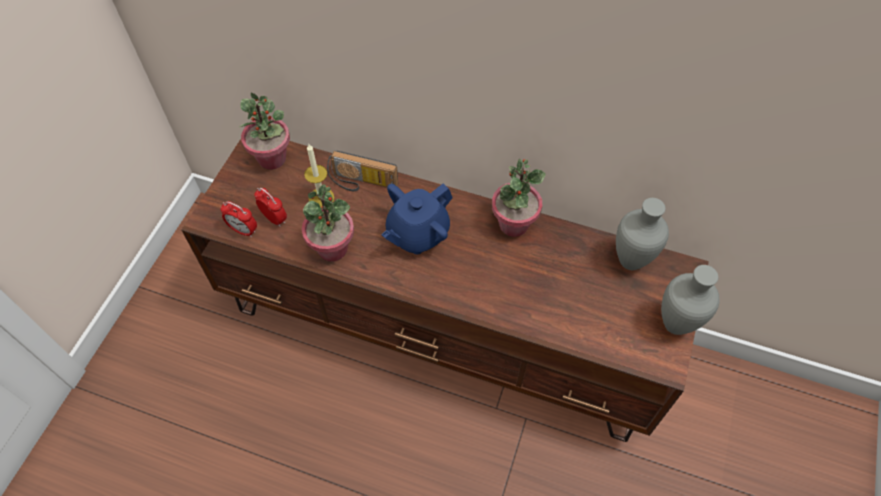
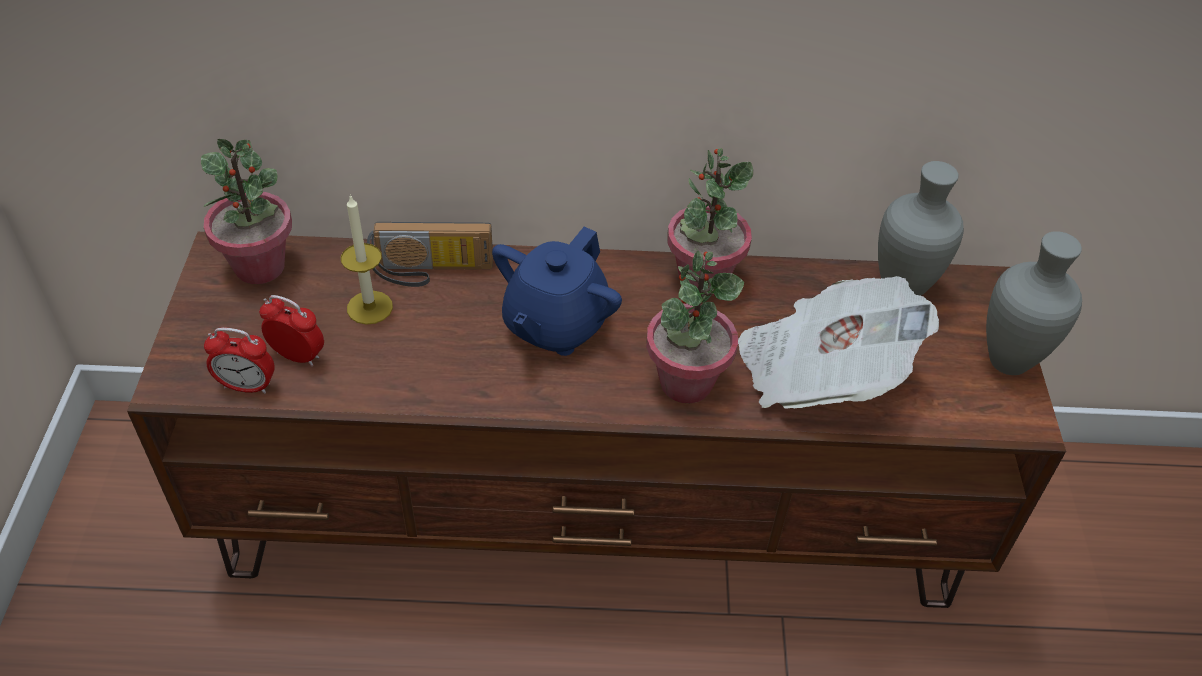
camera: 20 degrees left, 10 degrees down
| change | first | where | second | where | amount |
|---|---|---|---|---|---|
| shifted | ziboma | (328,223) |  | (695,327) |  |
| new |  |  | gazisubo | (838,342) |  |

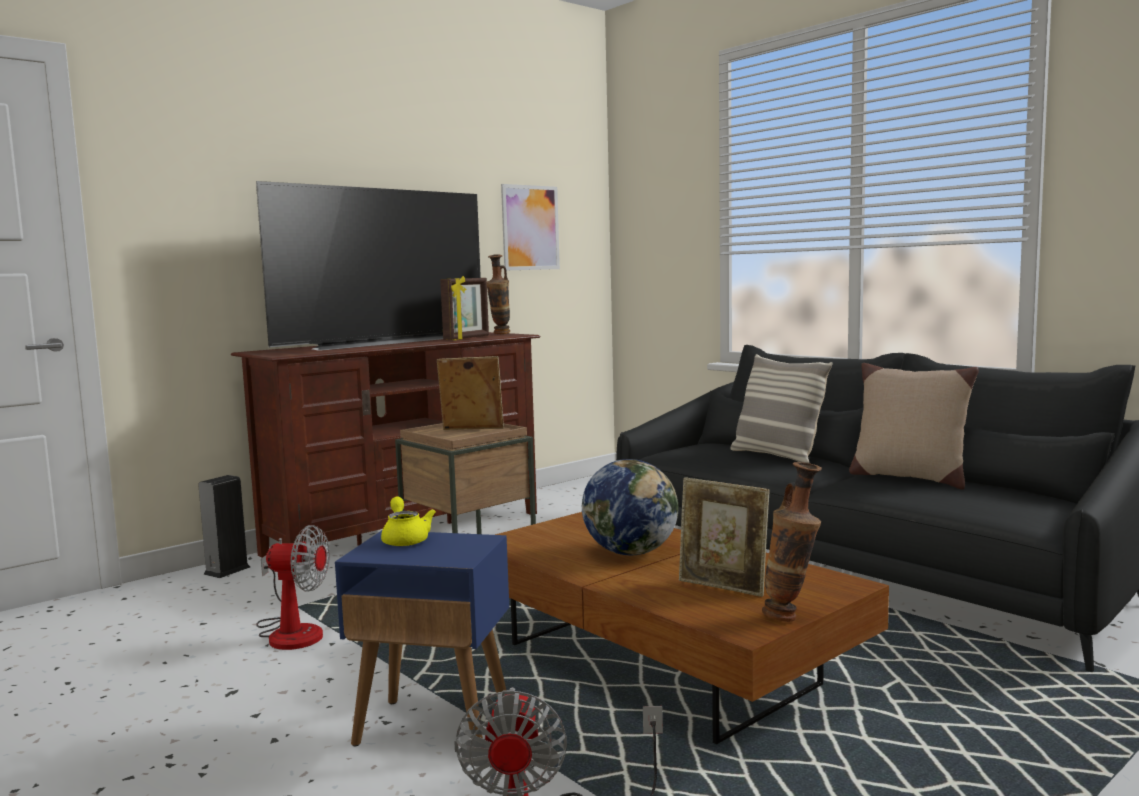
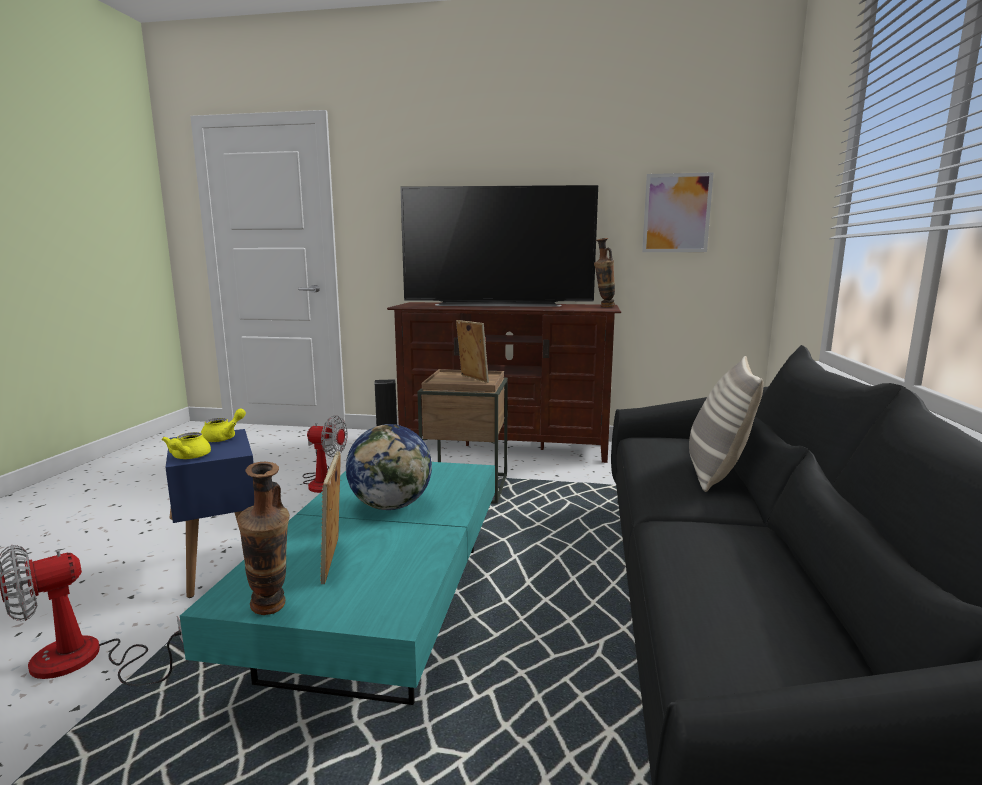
camera: 50 degrees right, 5 degrees up
| change | first | where | second | where | amount |
|---|---|---|---|---|---|
| new |  |  | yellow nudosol | (186,445) |  |
| repainted | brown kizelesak | (692,628) | turquoise kizelesak | (337,583) |  |
| rotated | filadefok | (293,587) |  | (325,454) | 45 degrees counterclockwise |
| gone | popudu | (464,308) |  |  |  |
| gone | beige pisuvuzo | (914,426) |  |  |  |

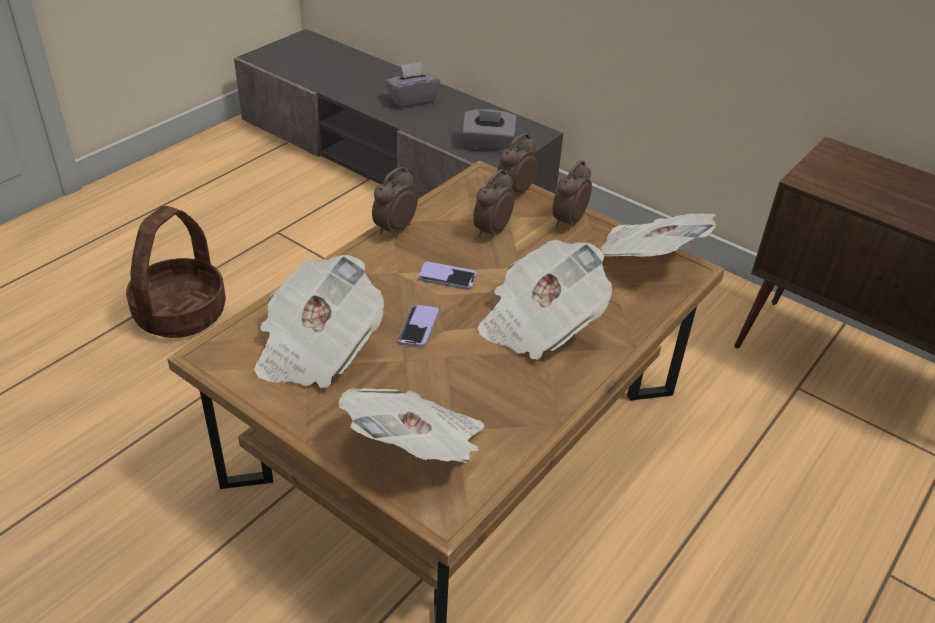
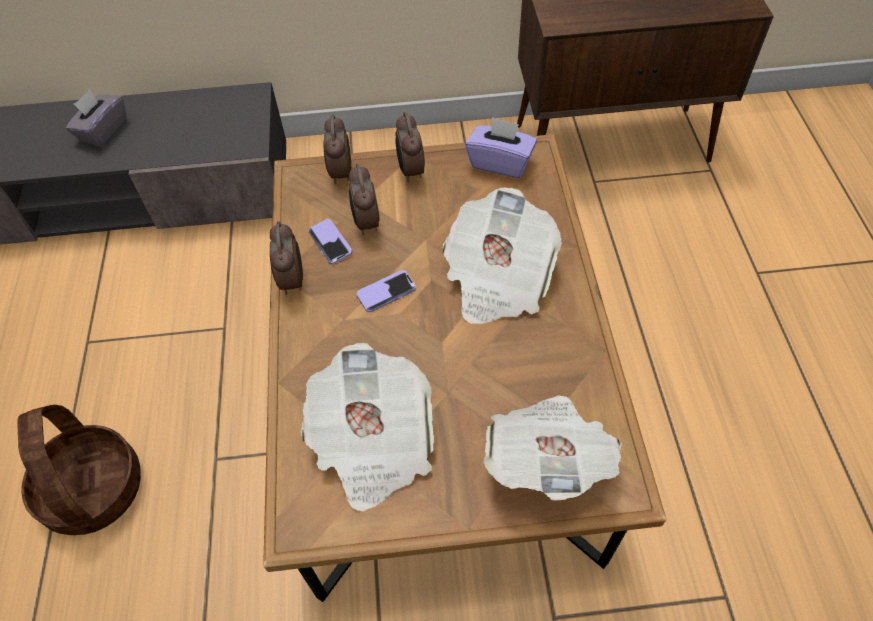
camera: 40 degrees left, 15 degrees up
| change | first | where | second | where | amount |
|---|---|---|---|---|---|
| shifted | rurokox | (418,326) |  | (330,241) |  |
| swapped | gazisubo | (658,235) | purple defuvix | (501,147) |  |
| gone | grey defuvix | (489,130) |  |  |  |

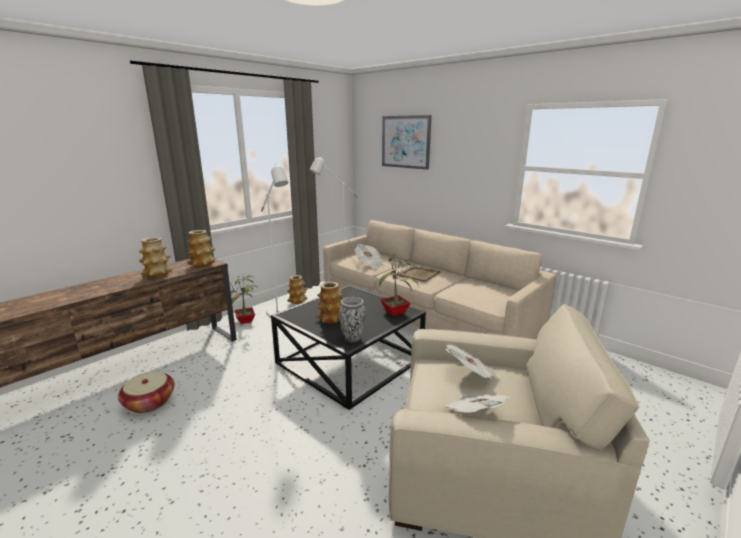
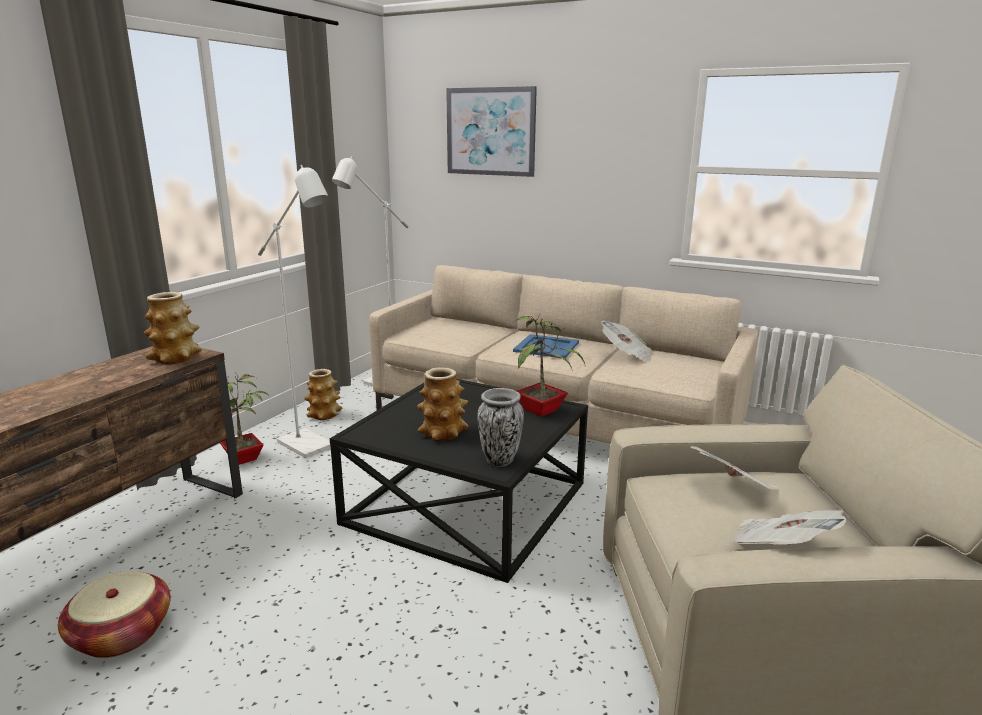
camera: 15 degrees left, 0 degrees up
| change | first | where | second | where | amount |
|---|---|---|---|---|---|
| repainted | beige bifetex | (418,273) | blue bifetex | (546,346) |  |
| shifted | gazisubo | (369,256) |  | (626,341) |  |
| gone | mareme | (155,257) |  |  |  |

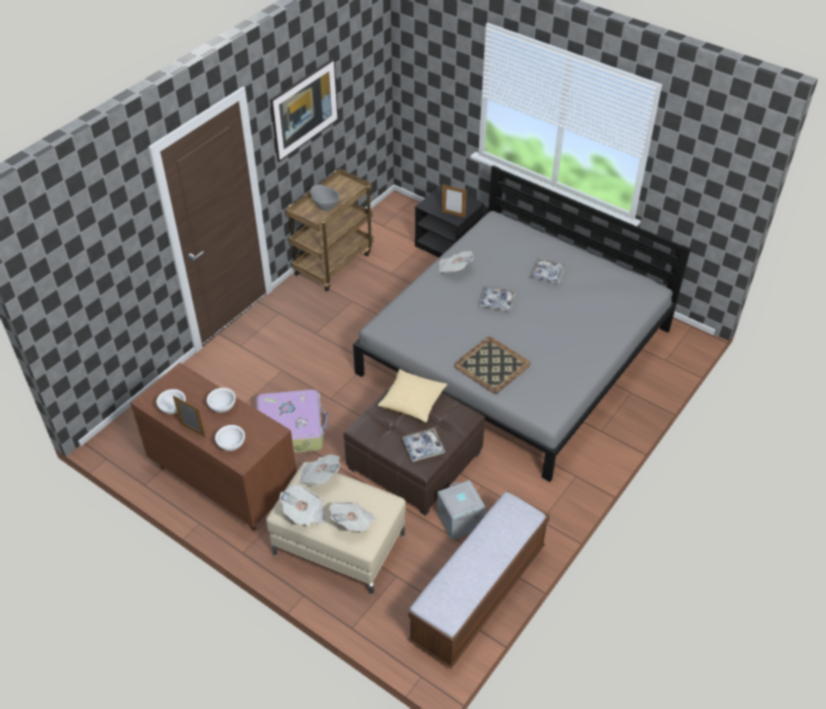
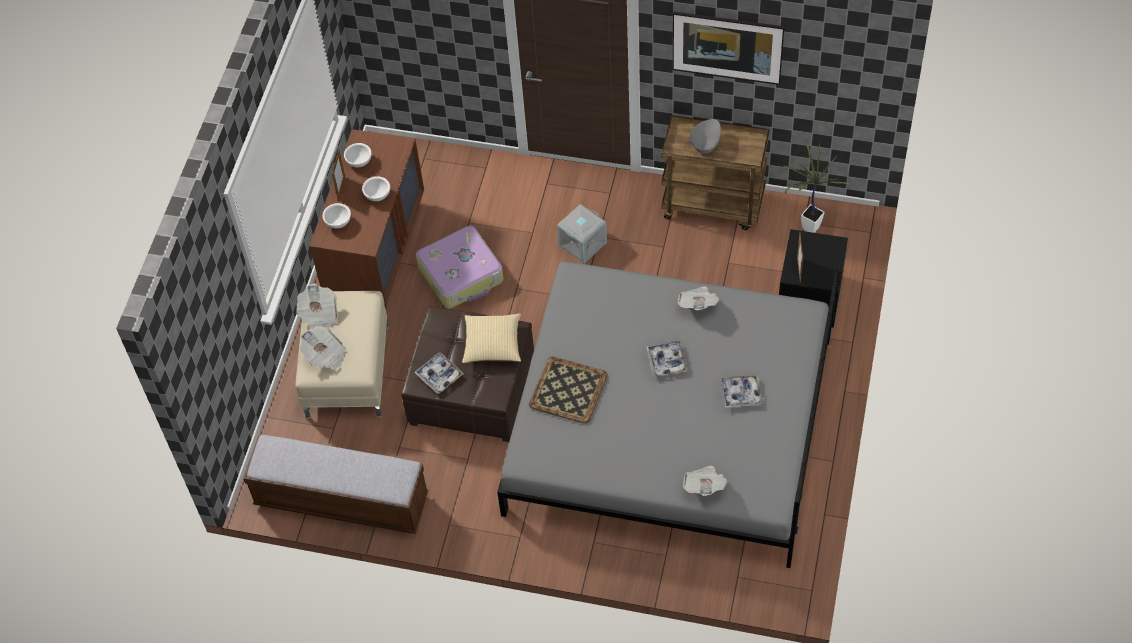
camera: 70 degrees right, 10 degrees up
| change | first | where | second | where | amount |
|---|---|---|---|---|---|
| shifted | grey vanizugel | (461,510) |  | (582,234) |  |
| shifted | gazisubo | (319,469) |  | (705,481) |  |
| new |  |  | ziboma | (817,186) |  |

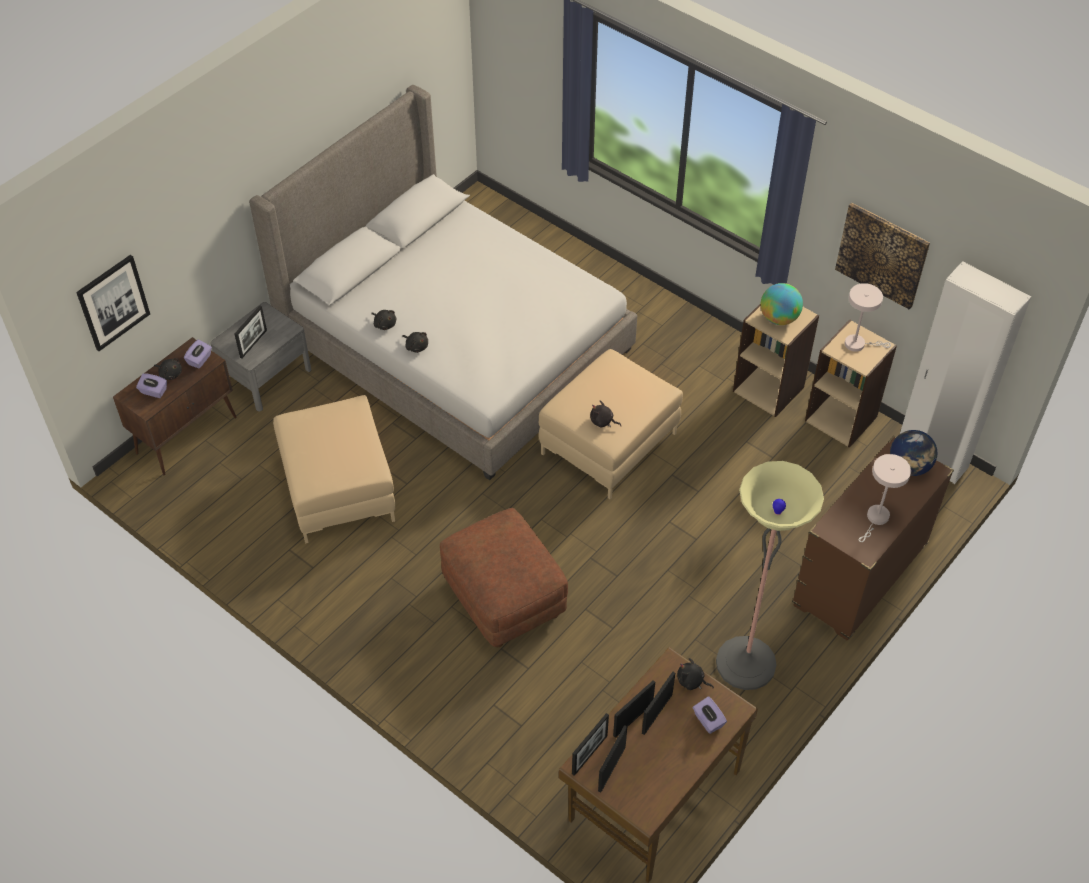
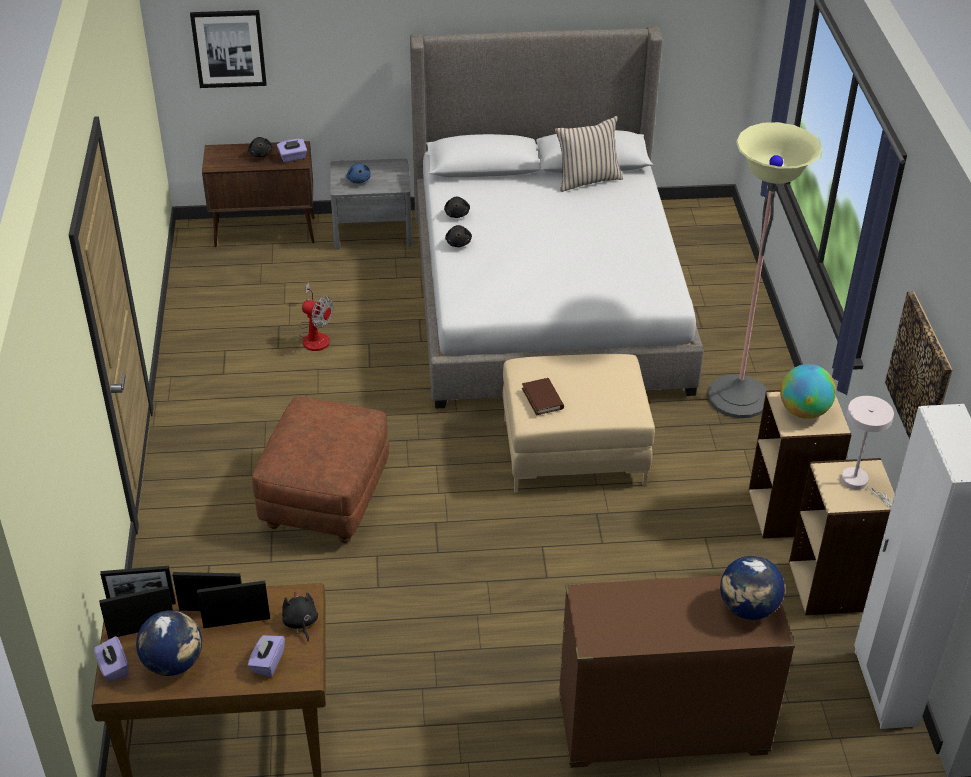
camera: 45 degrees right, 10 degrees down
| change | first | where | second | where | amount |
|---|---|---|---|---|---|
| shifted | purple defuvix | (151,385) |  | (111,659) |  |
| new |  |  | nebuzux | (169,643) |  |
| swapped | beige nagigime | (334,469) | filadefok | (316,317) |  |
| swapped | popudu | (250,332) | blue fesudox | (358,173) |  |
| swapped | black fesudox | (605,414) | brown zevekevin | (543,396) |  |
| new |  |  | beige pisuvuzo | (589,154) |  |
| shifted | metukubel | (770,575) |  | (764,270) |  |
| gone | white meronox | (884,498) |  |  |  |

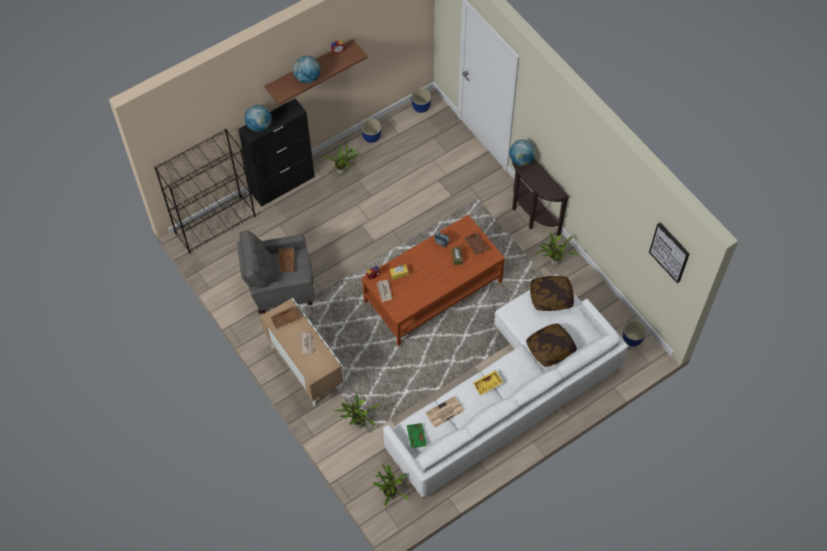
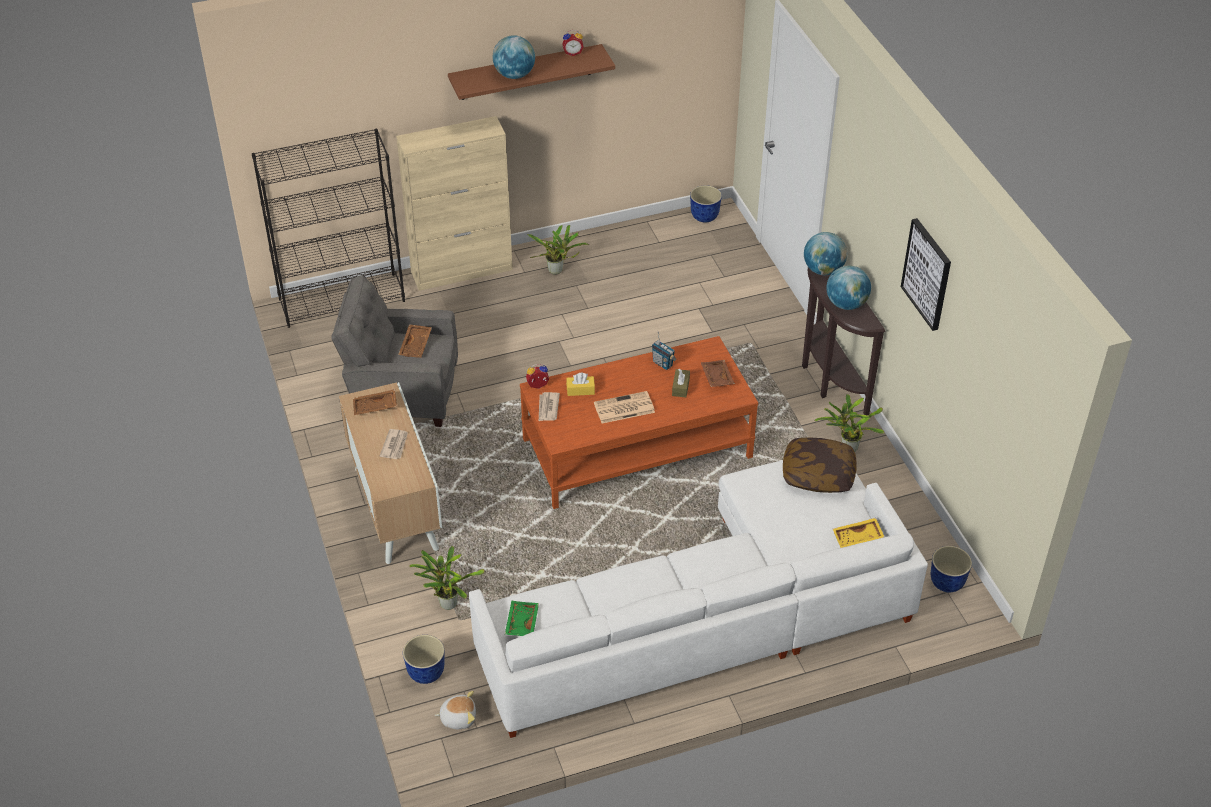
camera: 15 degrees right, 15 degrees down
| change | first | where | second | where | amount |
|---|---|---|---|---|---|
| repainted | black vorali | (276,152) | beige vorali | (454,203) |  |
| shifted | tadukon | (371,131) |  | (423,659) |  |
| swapped | ziboma | (391,485) | fesudox | (455,710) |  |
| shifted | gazisubo | (444,412) |  | (624,407) |  |
| shifted | nebuzux | (258,118) |  | (848,287) |  |
| shifted | yellow bifetex | (488,382) |  | (858,533) |  |
| shifted | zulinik | (669,253) |  | (926,274) |  |
| gone | pisuvuzo | (551,345) |  |  |  |

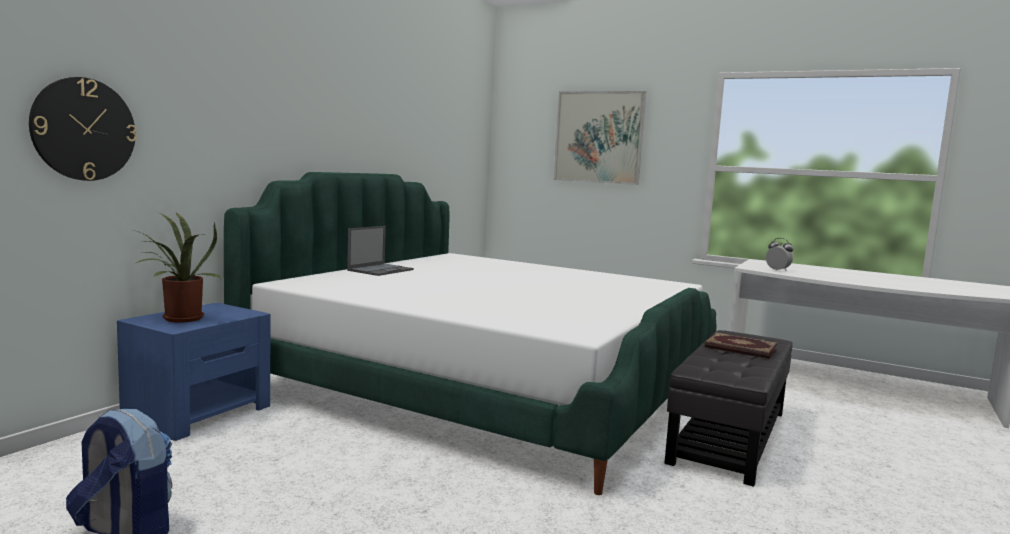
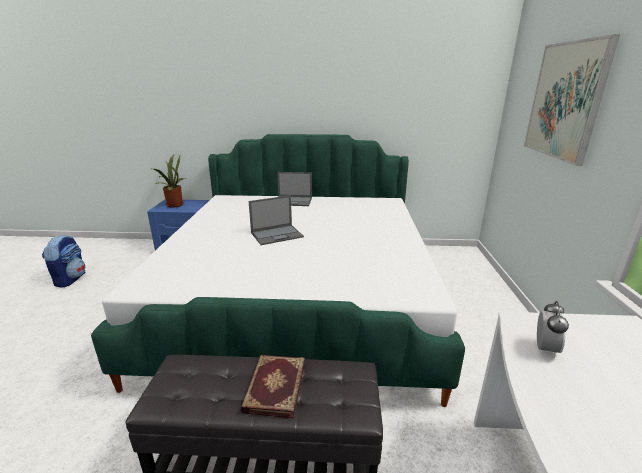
camera: 65 degrees right, 15 degrees up
| change | first | where | second | where | amount |
|---|---|---|---|---|---|
| new |  |  | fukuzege | (276,220) |  |
| gone | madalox | (83,129) |  |  |  |

